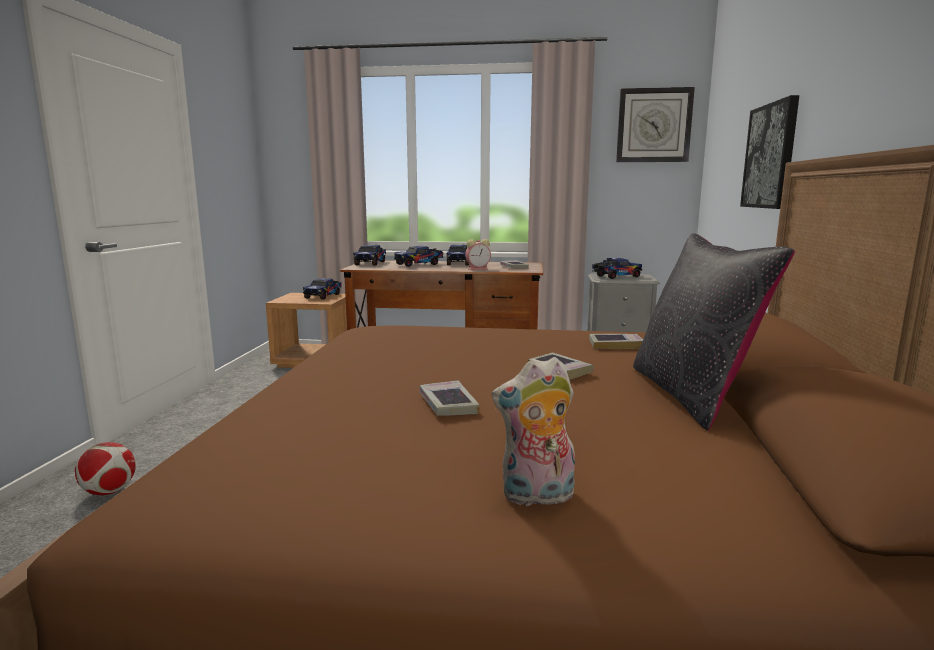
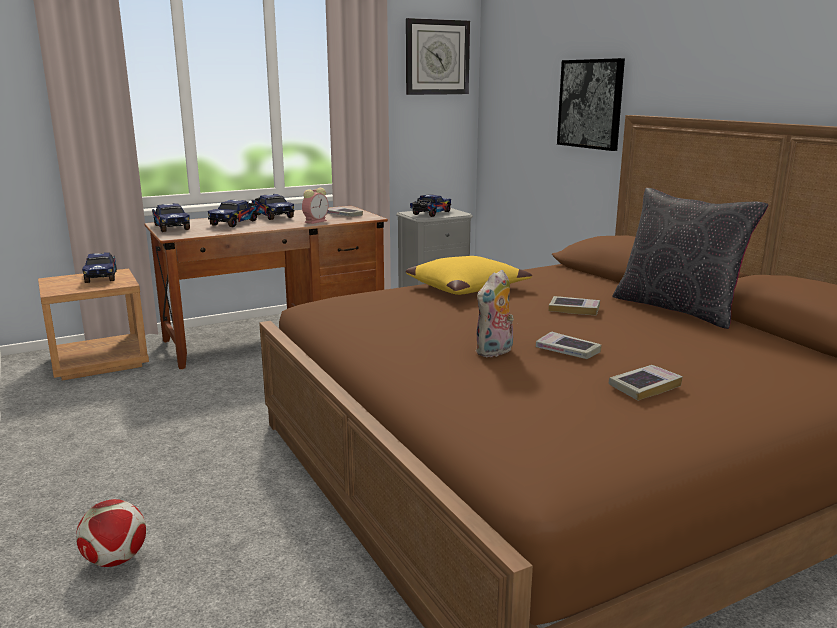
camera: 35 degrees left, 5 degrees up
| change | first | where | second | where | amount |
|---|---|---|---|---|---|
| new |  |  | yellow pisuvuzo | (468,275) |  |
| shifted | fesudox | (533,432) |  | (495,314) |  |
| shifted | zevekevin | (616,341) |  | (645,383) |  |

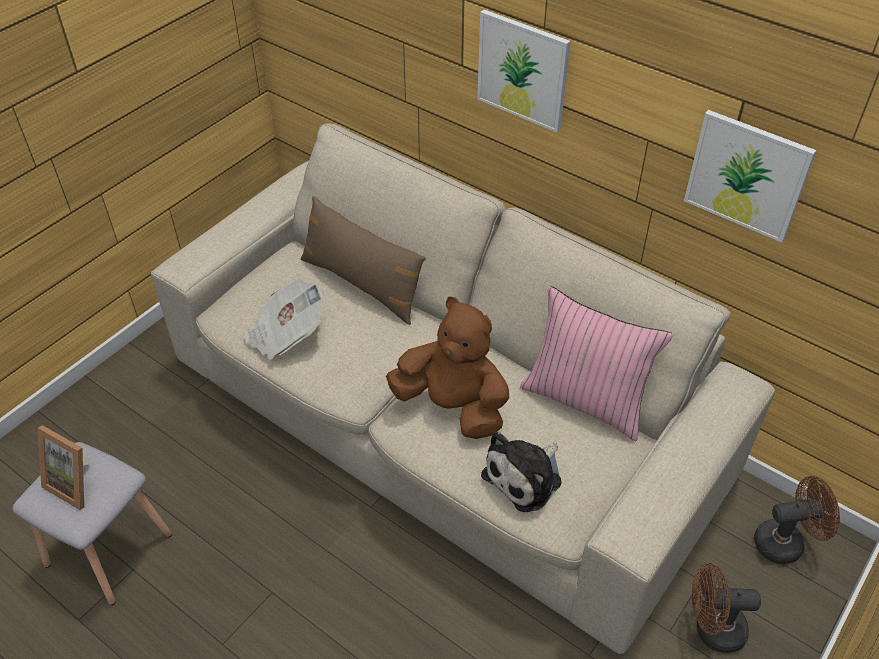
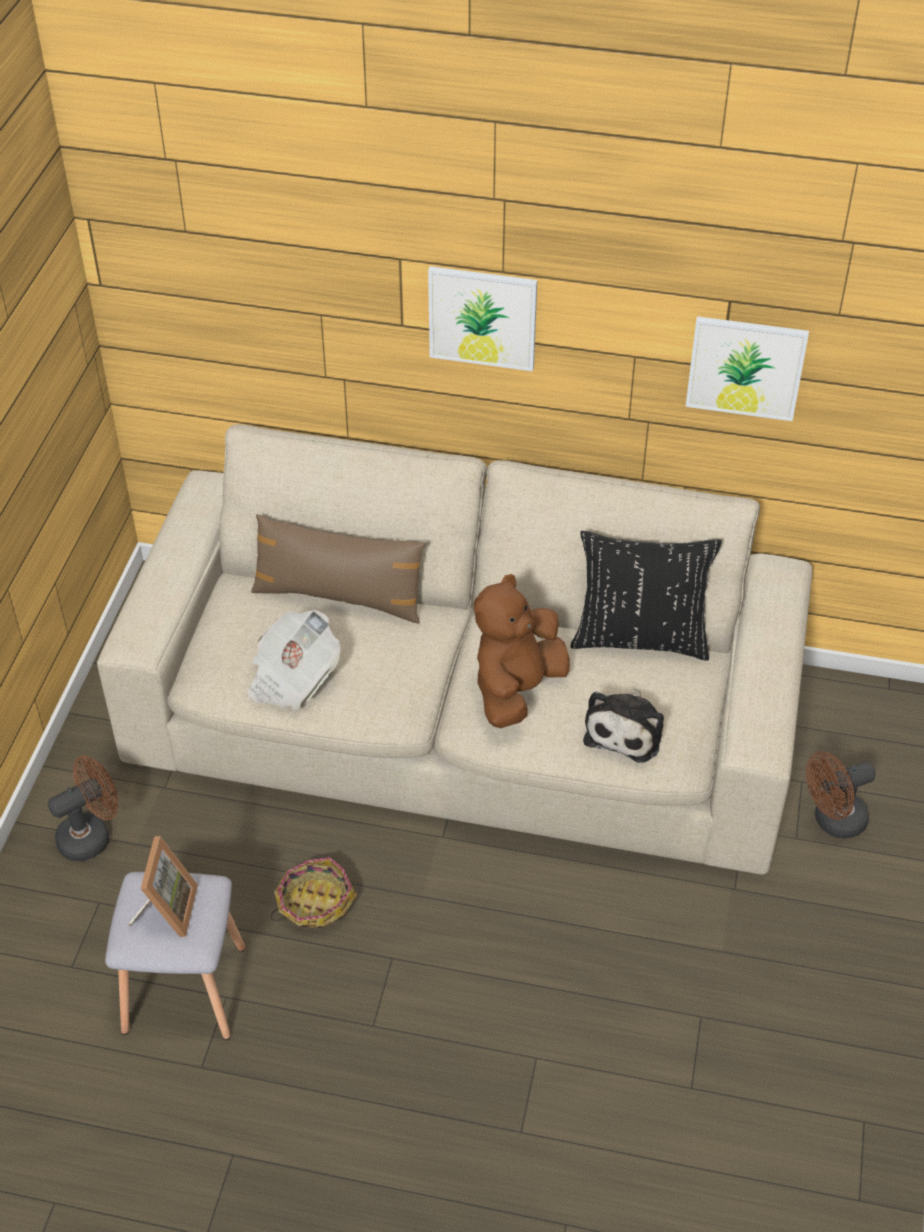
camera: 25 degrees left, 0 degrees up
| change | first | where | second | where | amount |
|---|---|---|---|---|---|
| shifted | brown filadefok | (797,520) |  | (83,808) |  |
| rotated | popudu | (64,467) |  | (162,886) | 90 degrees counterclockwise |
| new |  |  | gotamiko | (314,893) |  |
| rotated | brown fesudox | (447,368) |  | (522,651) | 60 degrees counterclockwise |
| repainted | pink pisuvuzo | (596,363) | black pisuvuzo | (646,596) |  |

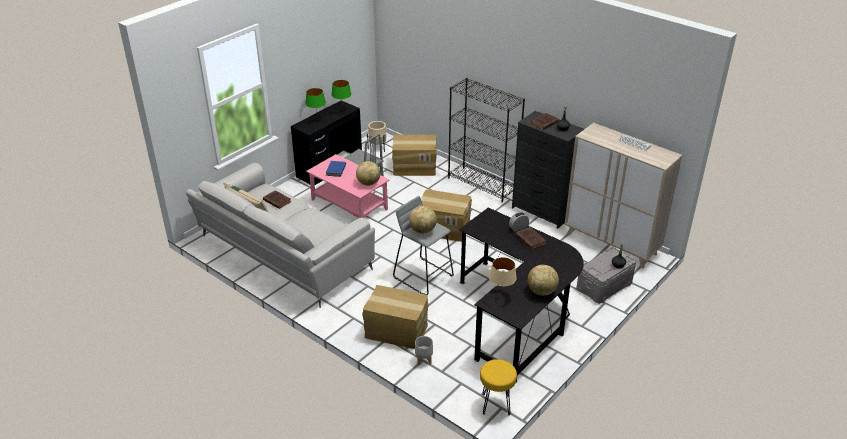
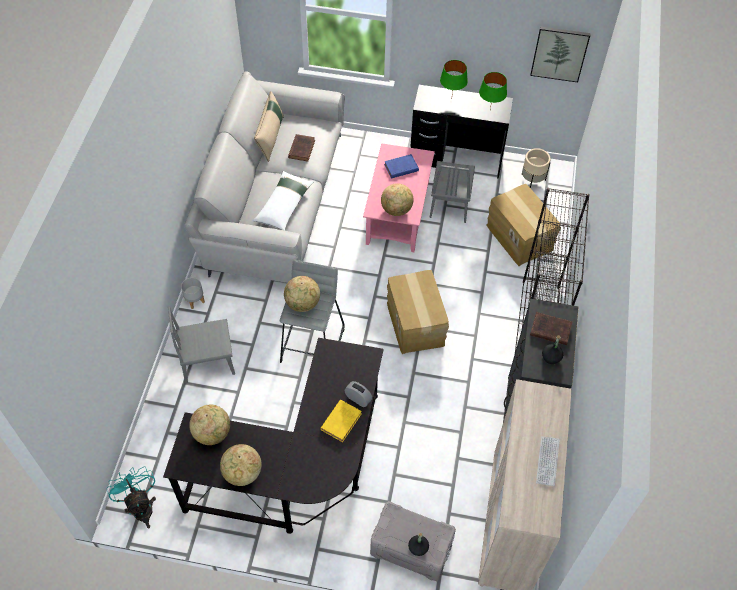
camera: 60 degrees right, 20 degrees up
| change | first | where | second | where | amount |
|---|---|---|---|---|---|
| swapped | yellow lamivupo | (498,387) | turquoise filadefok | (131,497) |  |
| swapped | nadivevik | (395,317) | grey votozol | (201,344) |  |
| shifted | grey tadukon | (424,350) |  | (193,293) |  |
| swapped | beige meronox | (503,276) | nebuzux | (209,425) |  |
| new |  |  | white pisuvuzo | (283,201) |  |
| repainted | brown zevekevin | (531,238) | yellow zevekevin | (341,421) |  |
| new |  |  | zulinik | (560,54) |  |

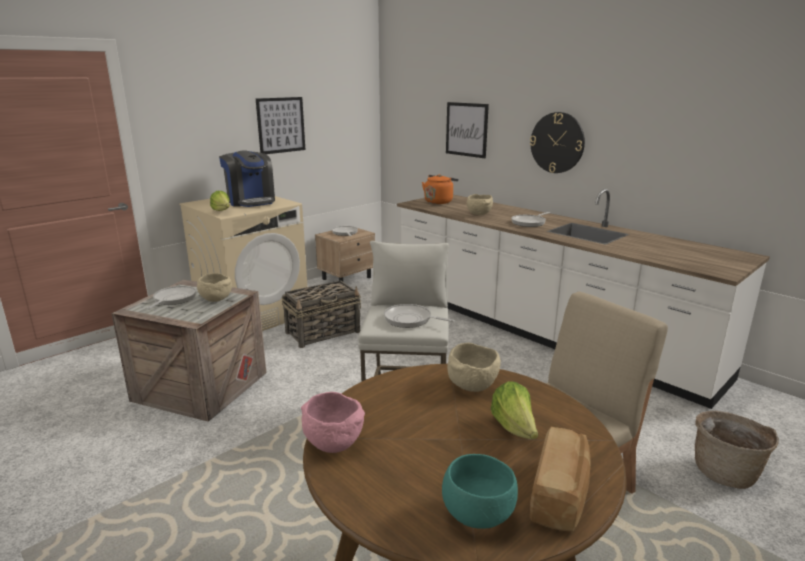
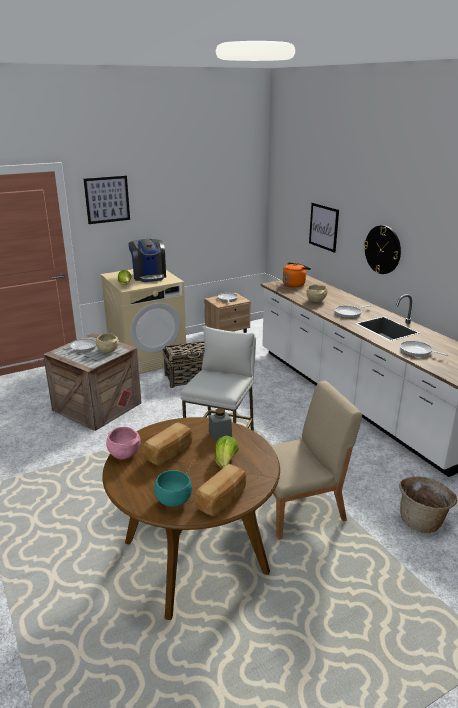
camera: 15 degrees right, 5 degrees up
| change | first | where | second | where | amount |
|---|---|---|---|---|---|
| shifted | zulinik | (280,125) |  | (107,200) |  |
| new |  |  | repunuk | (167,444) |  |
| swapped | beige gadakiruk | (474,367) | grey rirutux | (220,424) |  |
| shifted | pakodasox | (419,316) |  | (424,349) |  |

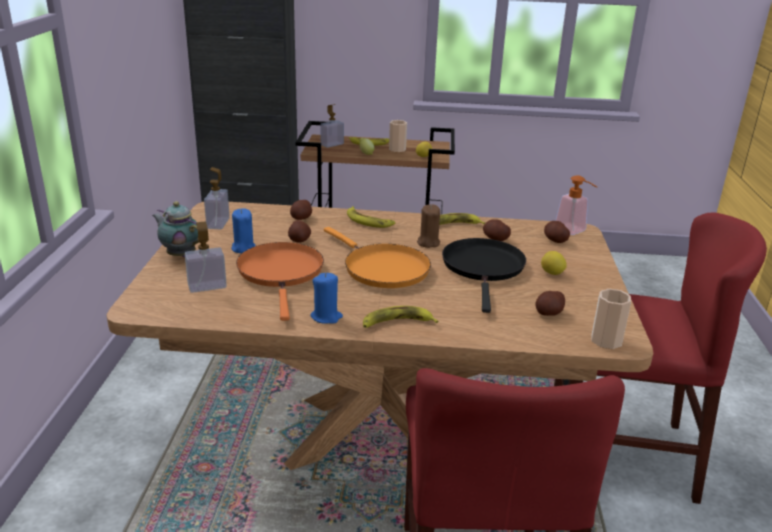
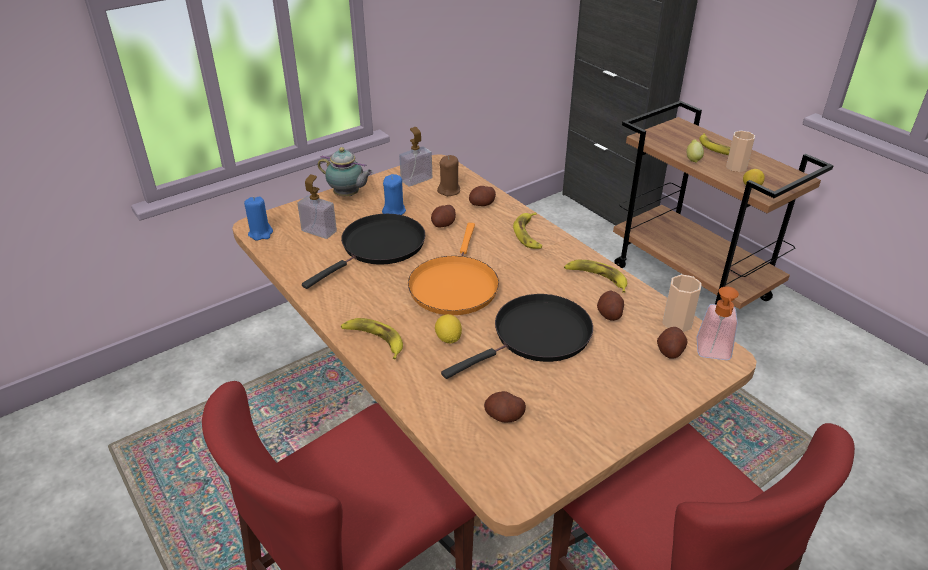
camera: 50 degrees right, 10 degrees up
| change | first | where | second | where | amount |
|---|---|---|---|---|---|
| shifted | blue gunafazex | (326,298) |  | (258,218) |  |
| repainted | orange pakodasox | (280,281) | black pakodasox | (363,251) |  |
| rotated | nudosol | (175,229) |  | (346,171) | 120 degrees clockwise |
| shifted | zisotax | (554,263) |  | (448,328) |  |
| shifted | brown gunafazex | (428,226) |  | (448,175) |  |
| shifted | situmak | (611,318) |  | (682,303) |  |
| gone | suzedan | (332,126) |  |  |  |

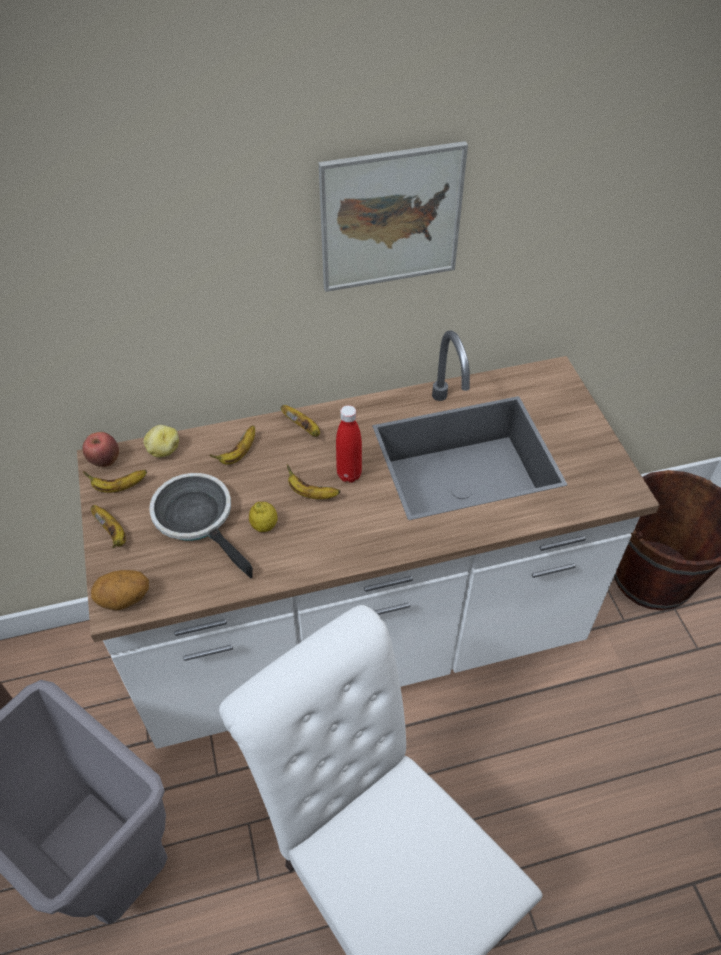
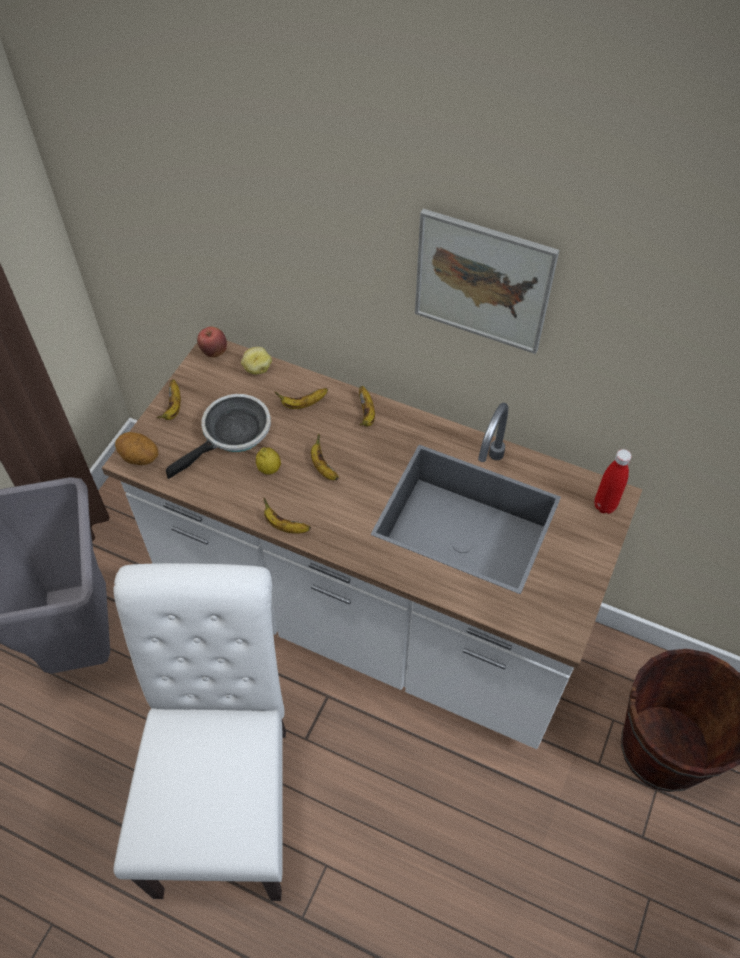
camera: 40 degrees right, 5 degrees up
| change | first | where | second | where | amount |
|---|---|---|---|---|---|
| rotated | pakodasox | (201,525) |  | (218,436) | 45 degrees clockwise |
| shifted | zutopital | (115,481) |  | (287,516) |  |
| shifted | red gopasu | (349,444) |  | (613,481) |  |

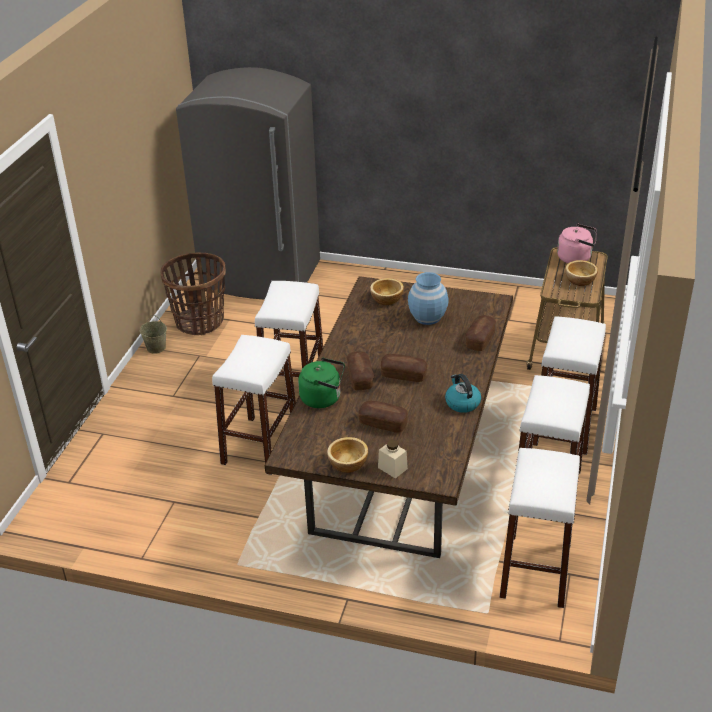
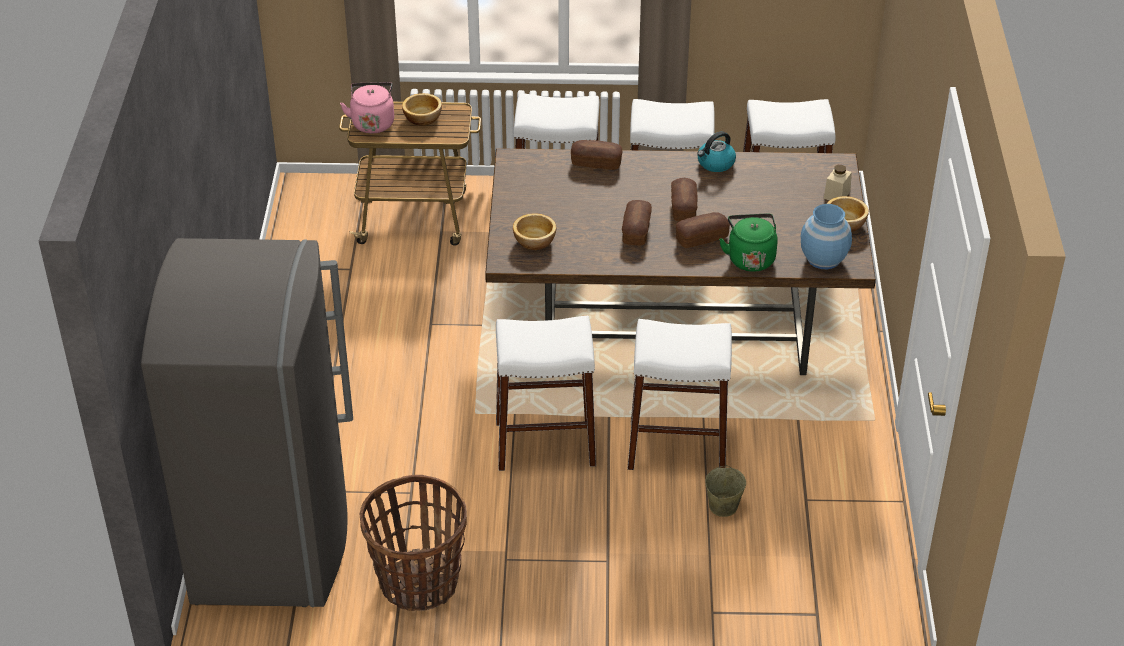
camera: 105 degrees left, 5 degrees up
| change | first | where | second | where | amount |
|---|---|---|---|---|---|
| shifted | repunuk | (383,417) |  | (637,222) |  |
| shifted | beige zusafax | (153,334) |  | (725,491) |  |
| shifted | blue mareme | (428,298) |  | (826,236) |  |

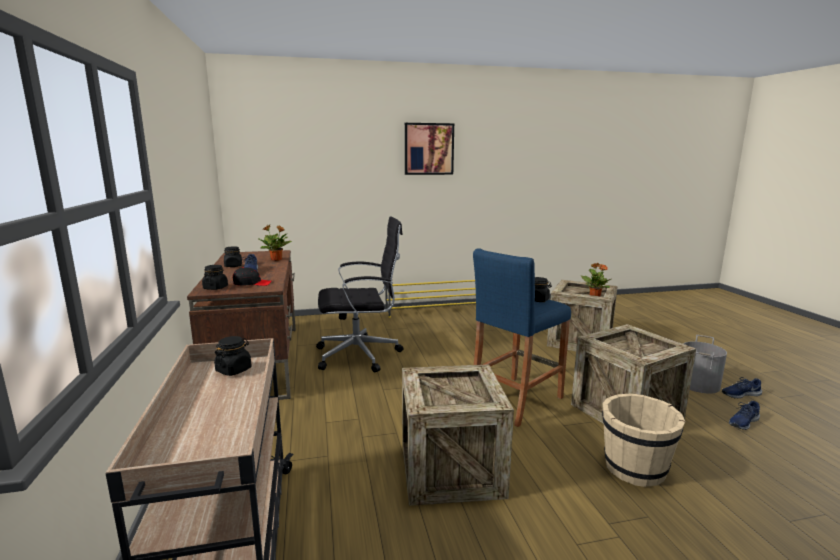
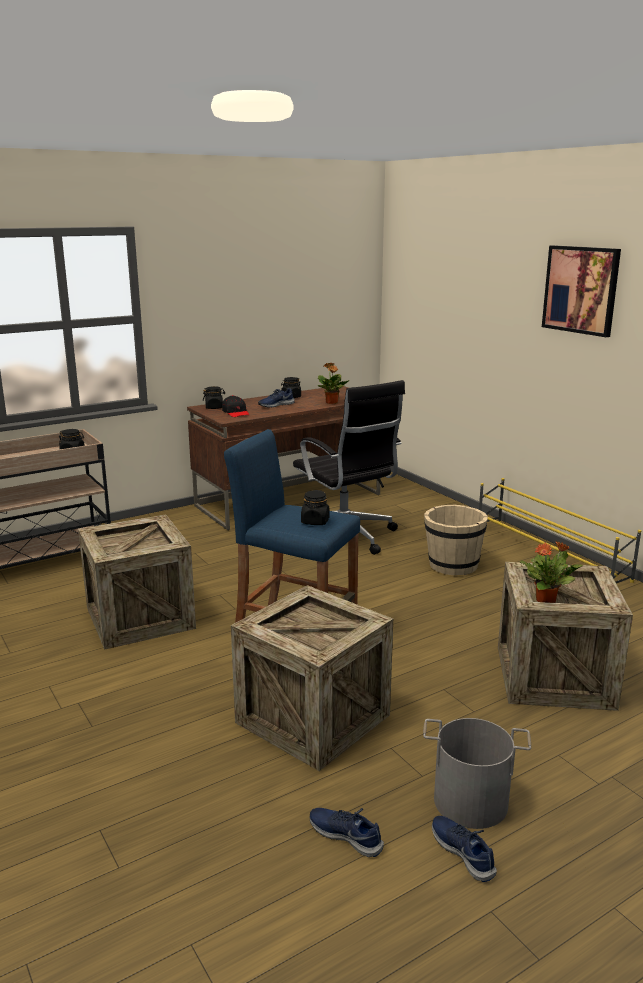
camera: 70 degrees right, 5 degrees up
| change | first | where | second | where | amount |
|---|---|---|---|---|---|
| shifted | beige zusafax | (643,440) |  | (456,540) |  |

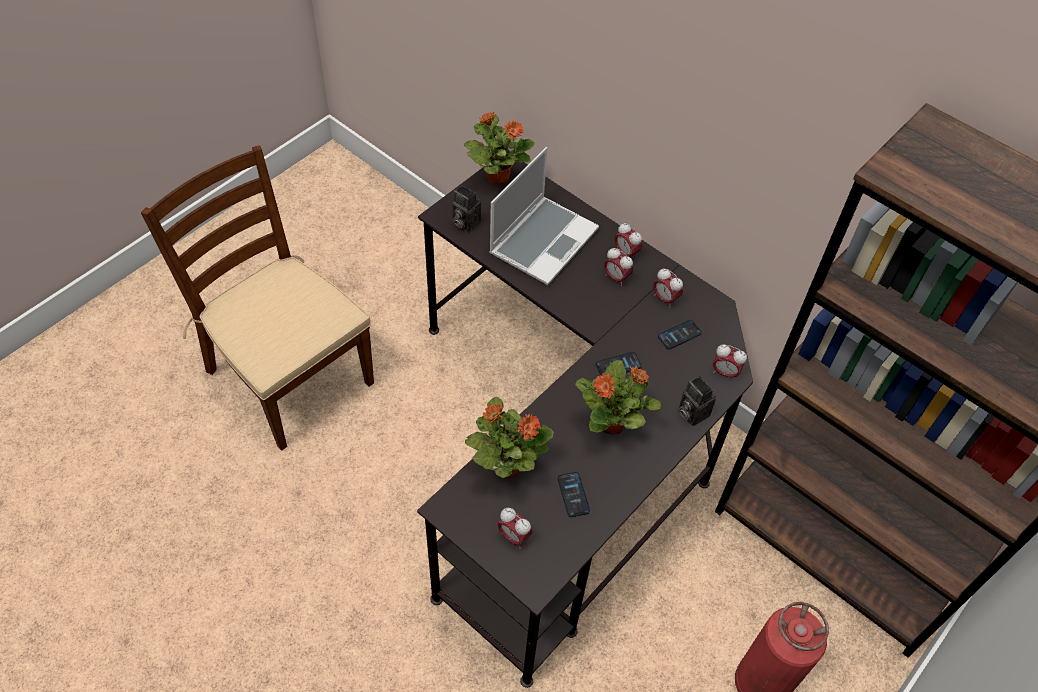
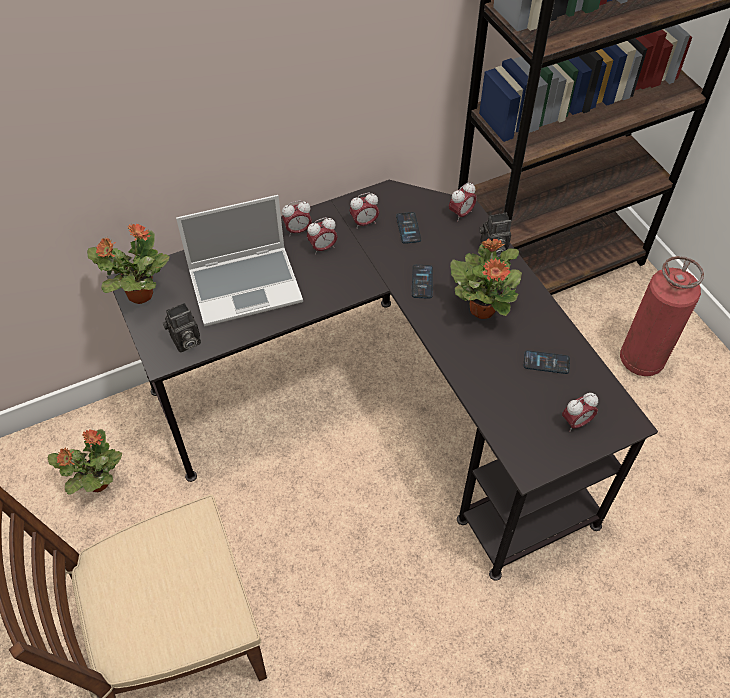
camera: 65 degrees left, 0 degrees up
| change | first | where | second | where | amount |
|---|---|---|---|---|---|
| shifted | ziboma | (509,437) |  | (85,462) |  |
| rotated | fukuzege | (544,216) |  | (239,260) | 105 degrees clockwise |

